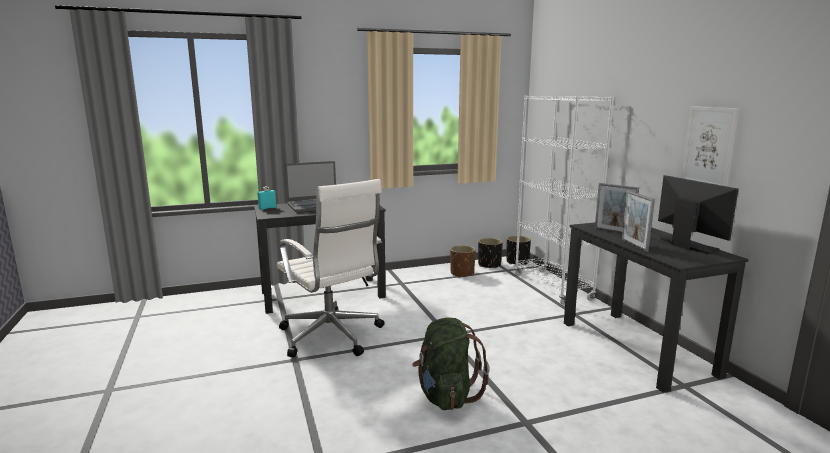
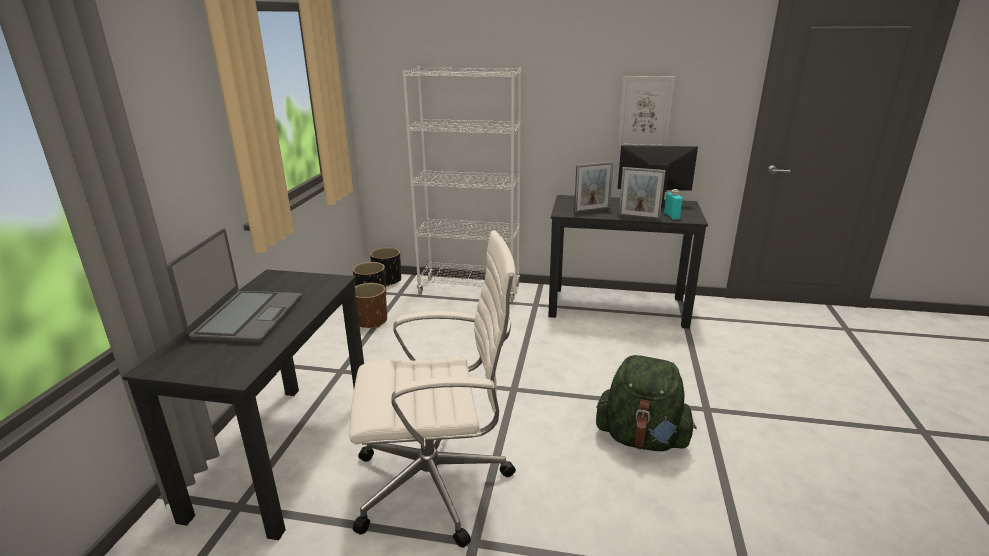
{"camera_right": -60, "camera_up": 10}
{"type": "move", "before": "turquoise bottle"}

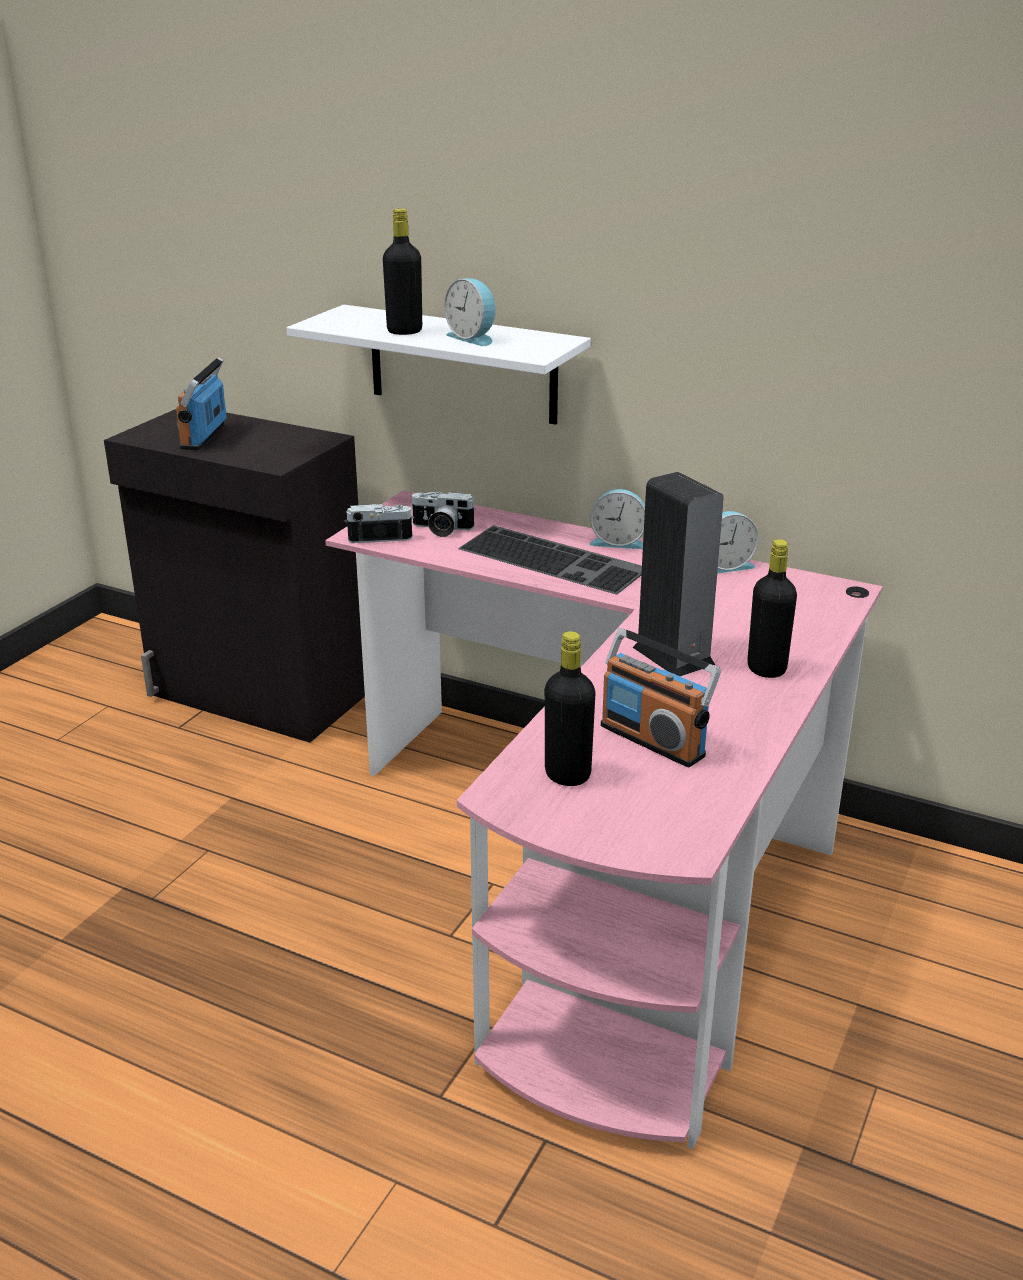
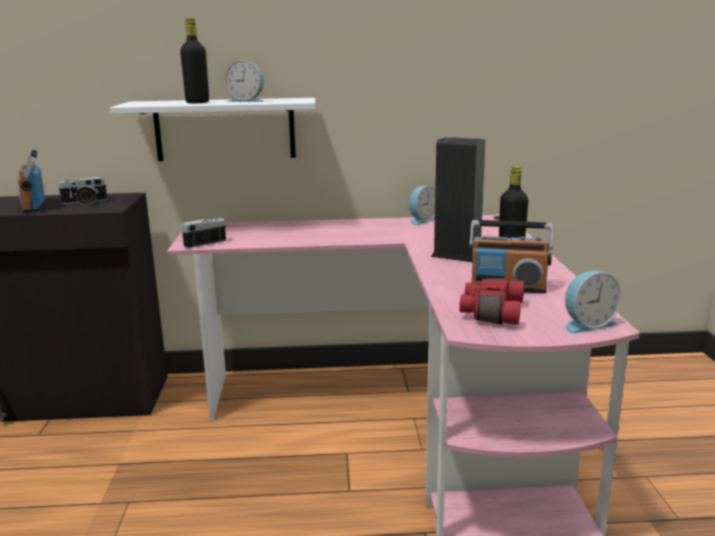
{"camera_right": -30, "camera_up": -10}
{"type": "delete", "before": "keyboard"}
{"type": "move", "before": "photo camera (2nd from left in the first image)", "after": "photo camera (1st from left)"}
{"type": "move", "before": "alarm clock (2nd from left in the first image)", "after": "alarm clock (3rd from left)"}
{"type": "replace", "before": "black bottle (2nd from left)", "after": "red binoculars"}

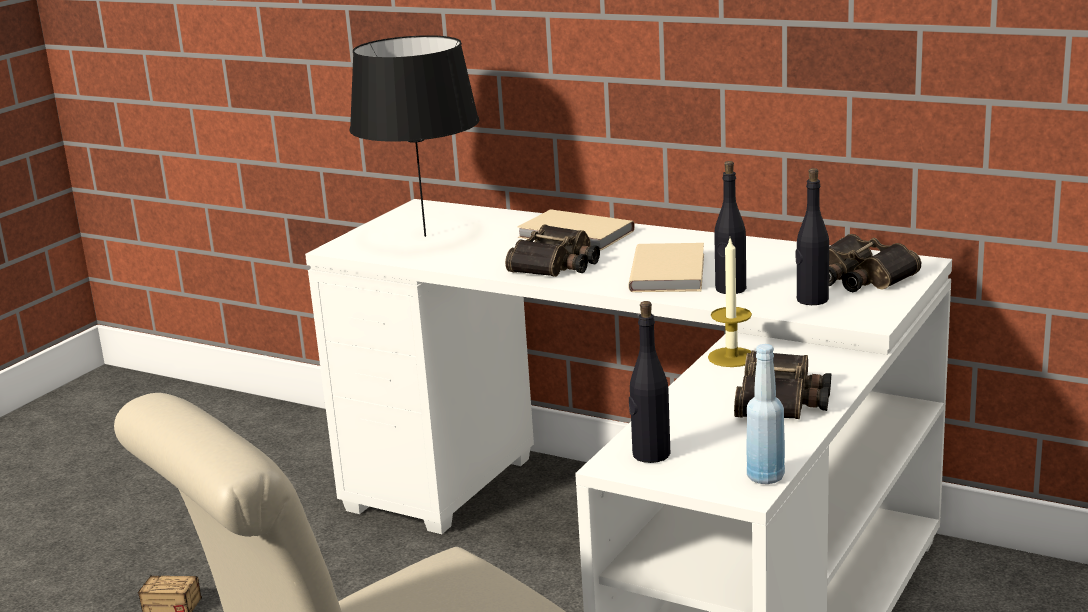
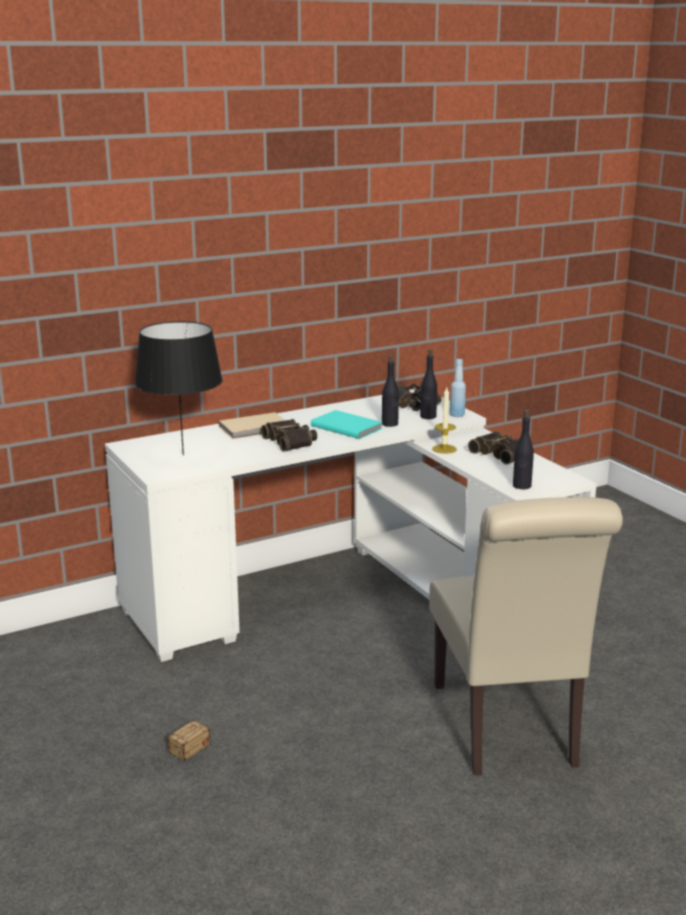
{"camera_right": -60, "camera_up": 0}
{"type": "move", "before": "blue bottle"}
{"type": "recolor", "before": "beige book (2nd from left)", "after": "turquoise book"}

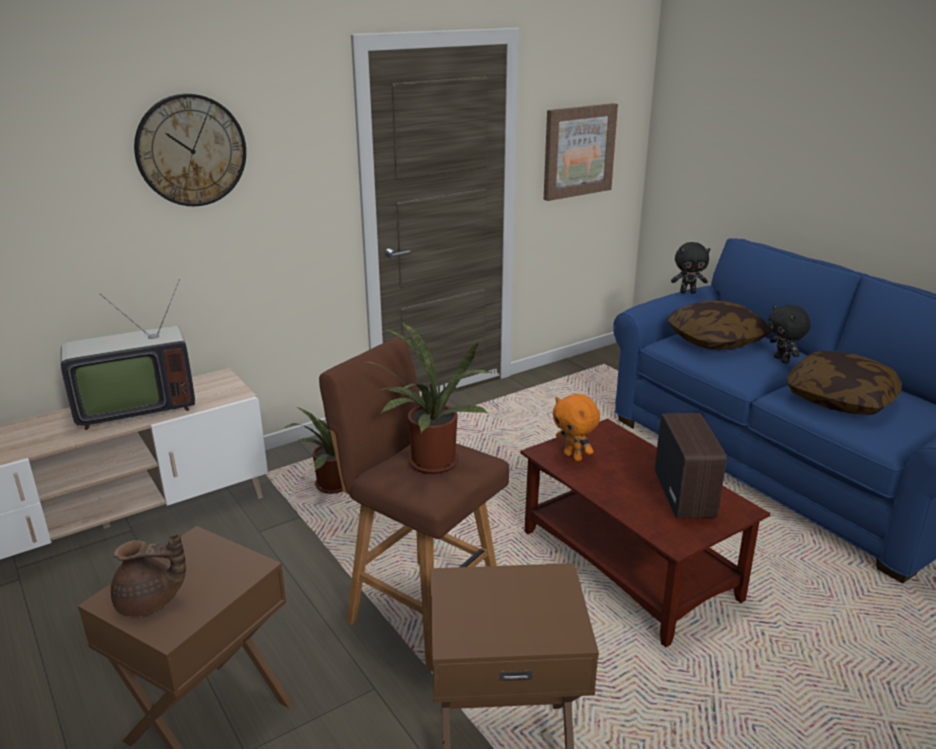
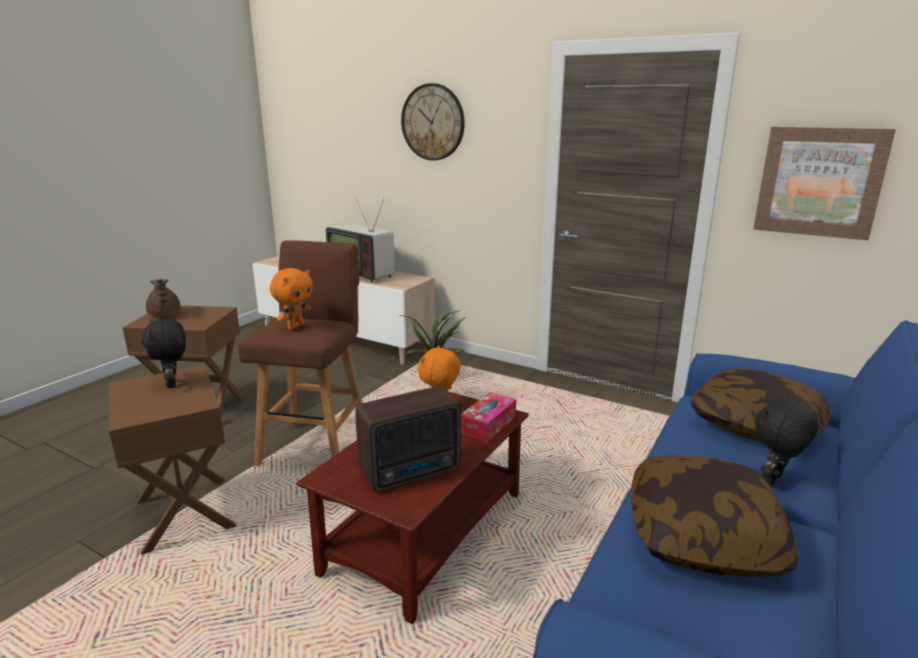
{"camera_right": 65, "camera_up": -5}
{"type": "insert", "after": "tissue box"}
{"type": "move", "before": "black plush toy (1st from left)"}
{"type": "replace", "before": "potted plant (2nd from left)", "after": "orange plush toy (1st from left)"}

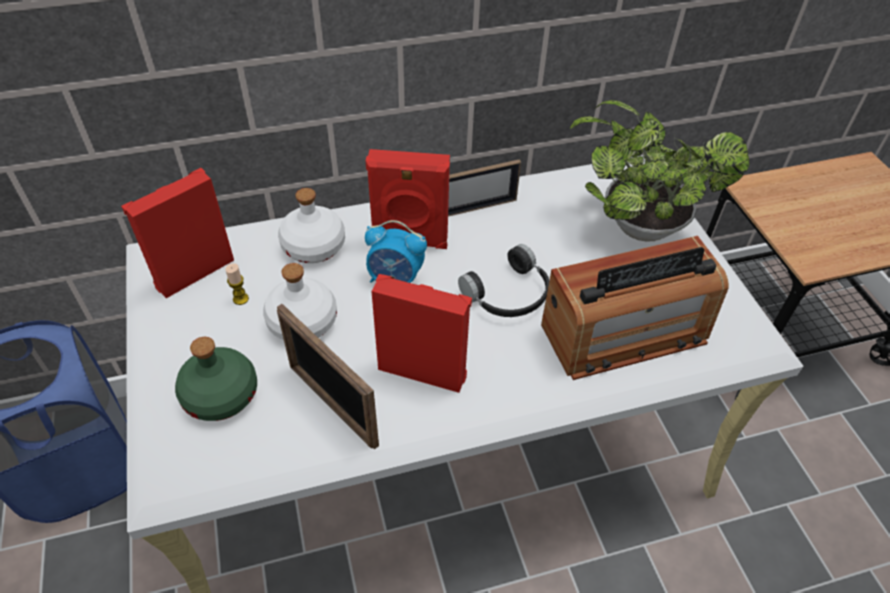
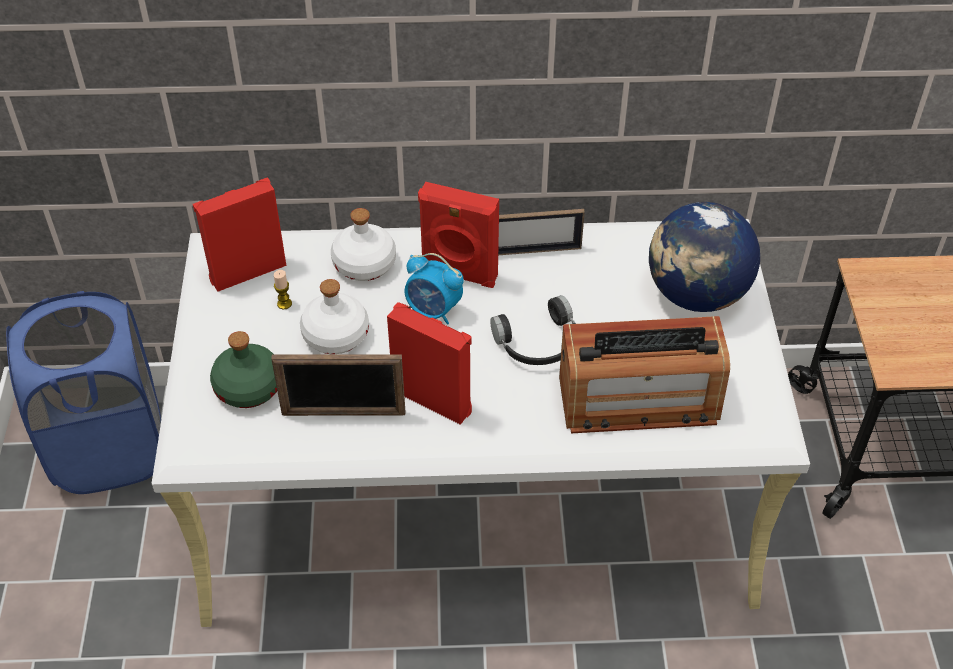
{"camera_right": 15, "camera_up": 0}
{"type": "replace", "before": "potted plant", "after": "globe"}
{"type": "rotate", "before": "picture frame (1st from left)", "turn": -60}

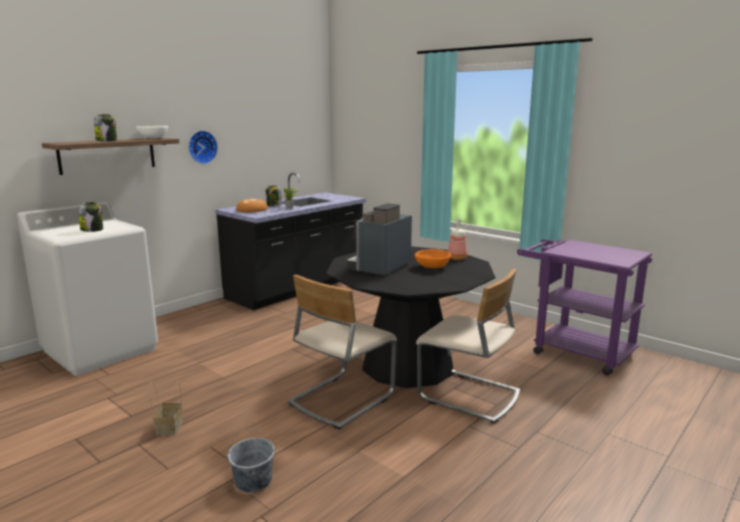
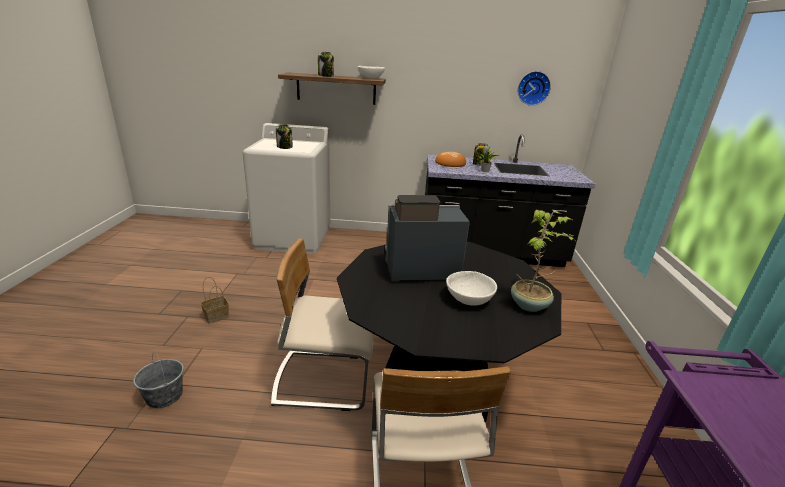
{"camera_right": 50, "camera_up": 10}
{"type": "move", "before": "wall clock"}
{"type": "replace", "before": "bottle", "after": "potted plant (2nd from left)"}
{"type": "recolor", "before": "orange bowl", "after": "white bowl (2nd from left)"}

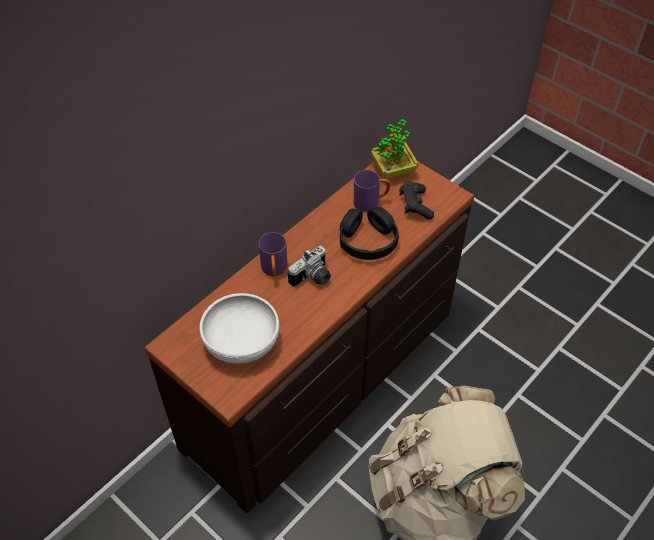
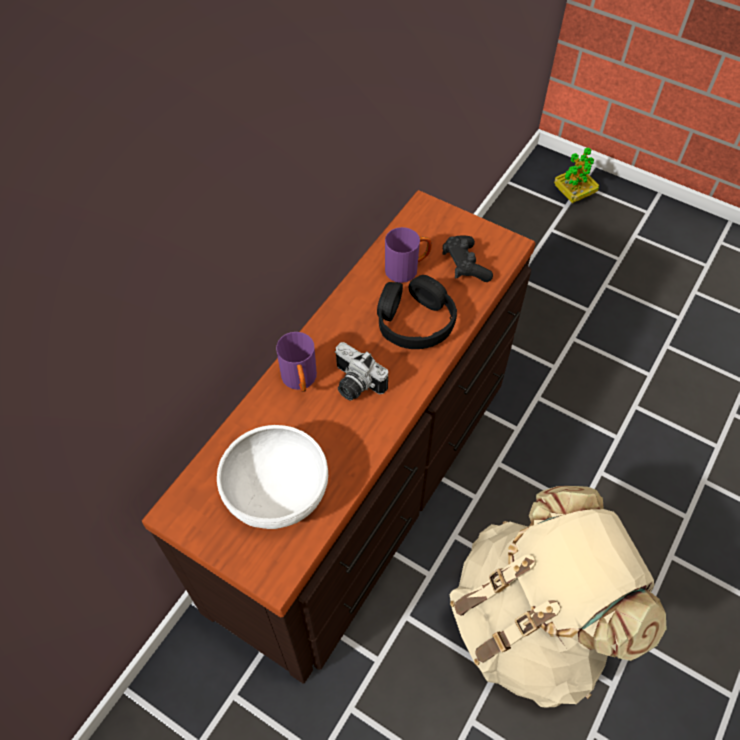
{"camera_right": -10, "camera_up": 5}
{"type": "move", "before": "potted plant"}
{"type": "rotate", "before": "photo camera", "turn": 90}

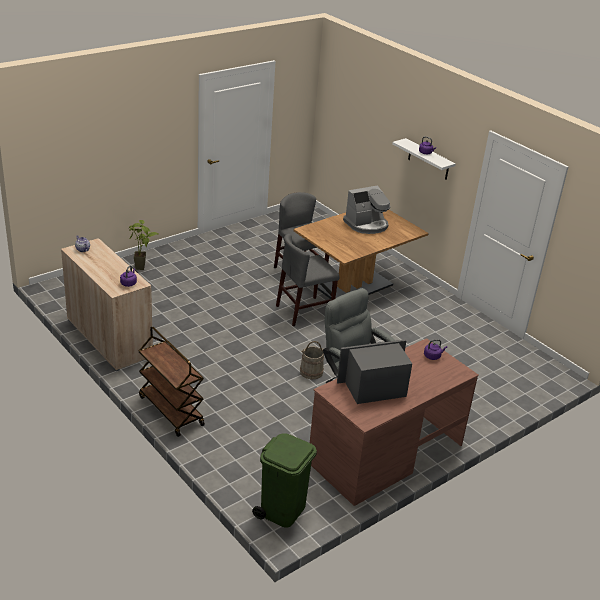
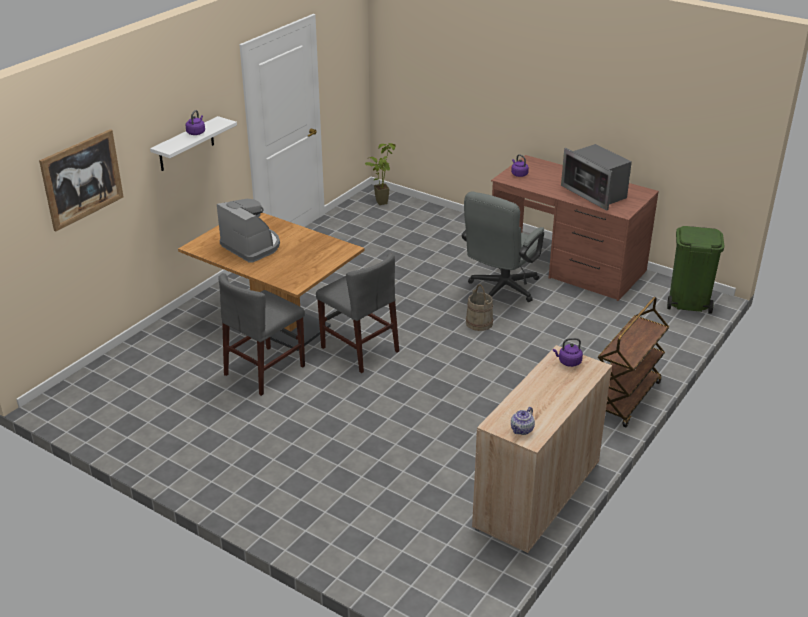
{"camera_right": -105, "camera_up": 0}
{"type": "insert", "after": "picture"}
{"type": "move", "before": "potted plant"}

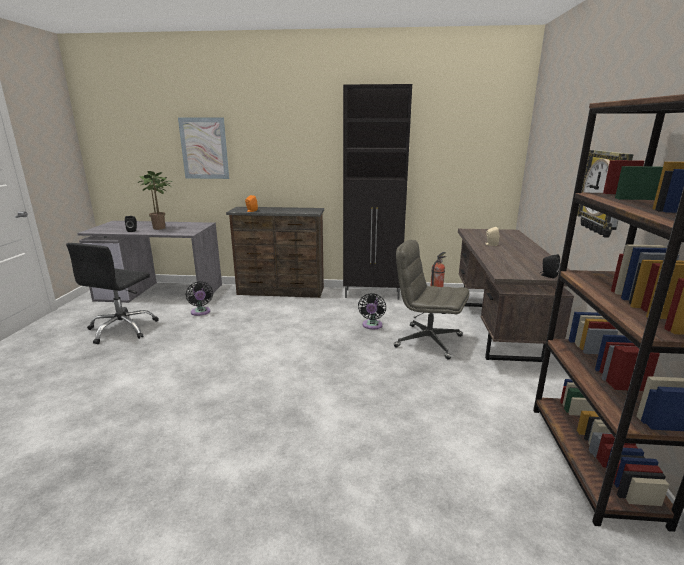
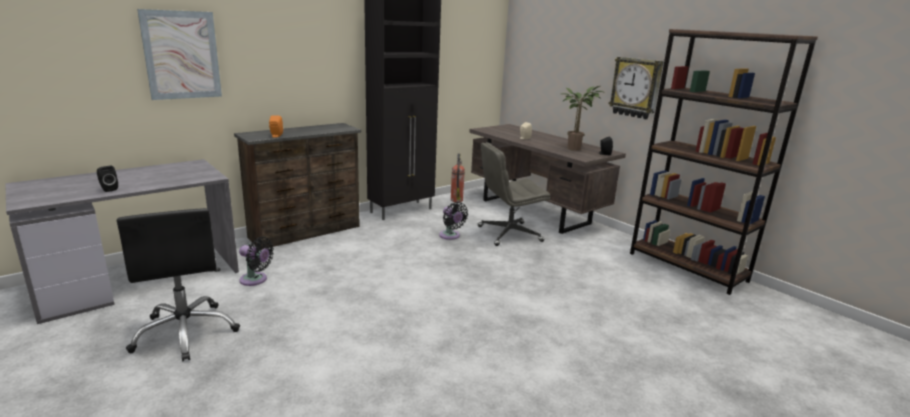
{"camera_right": -45, "camera_up": 0}
{"type": "move", "before": "potted plant"}

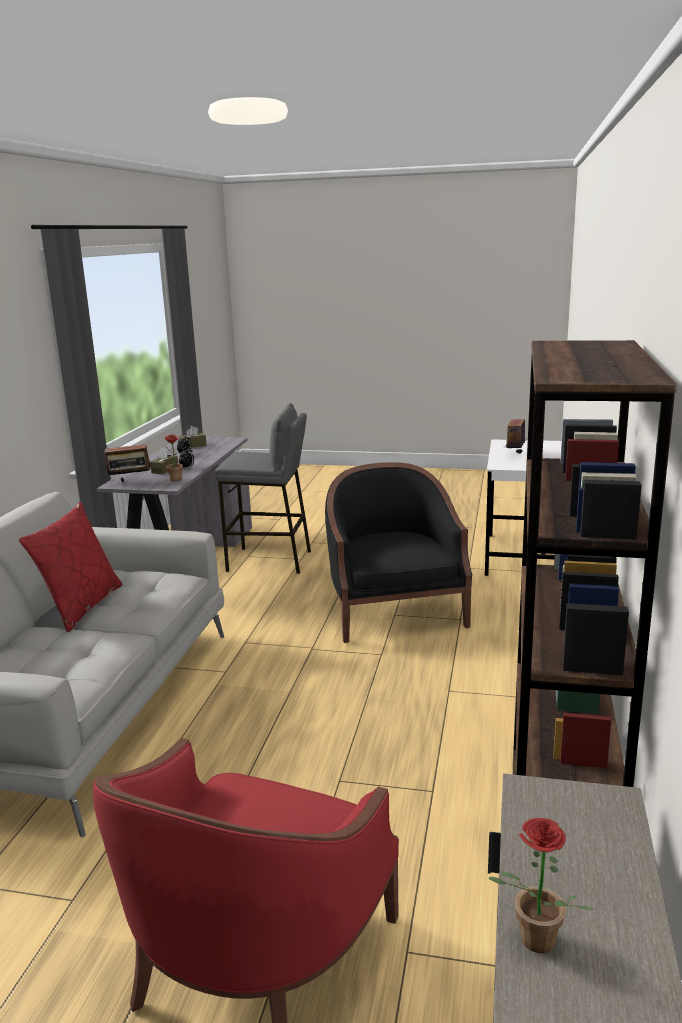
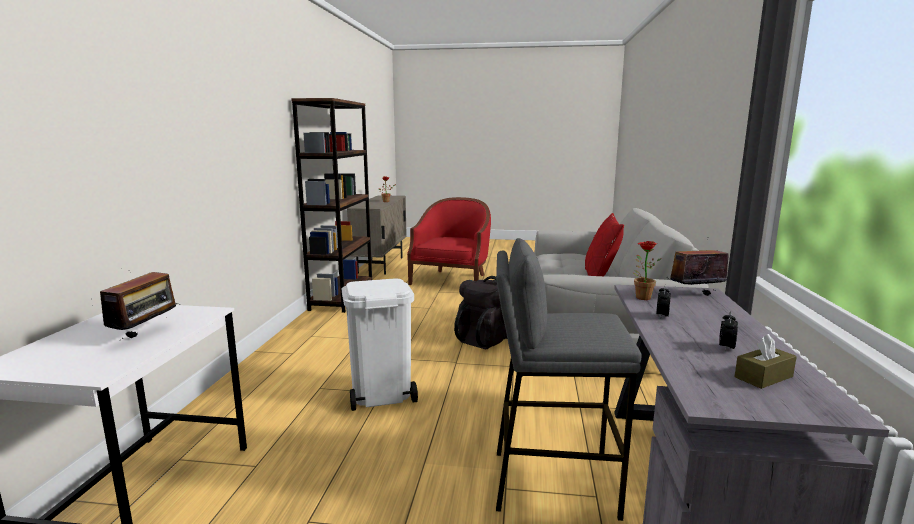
{"camera_right": 175, "camera_up": -5}
{"type": "delete", "before": "brown tissue box (1st from left)"}
{"type": "insert", "after": "black backpack"}
{"type": "replace", "before": "black armchair", "after": "white trash can"}

